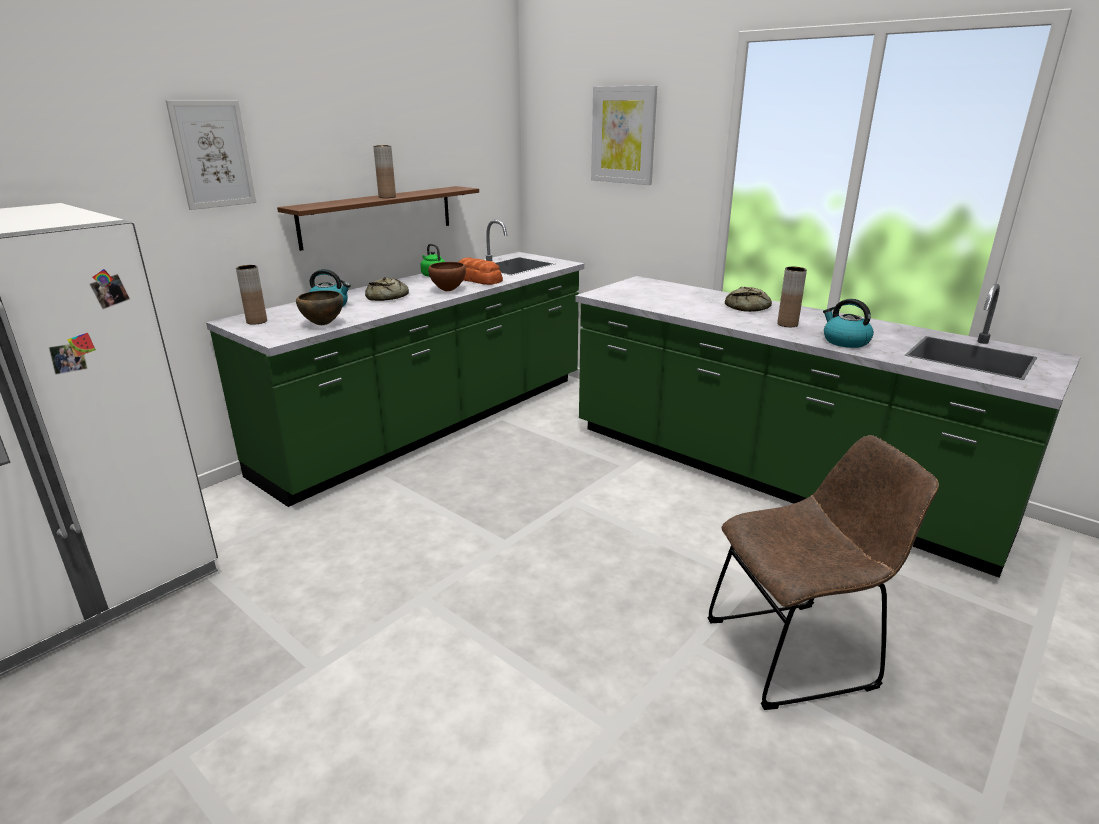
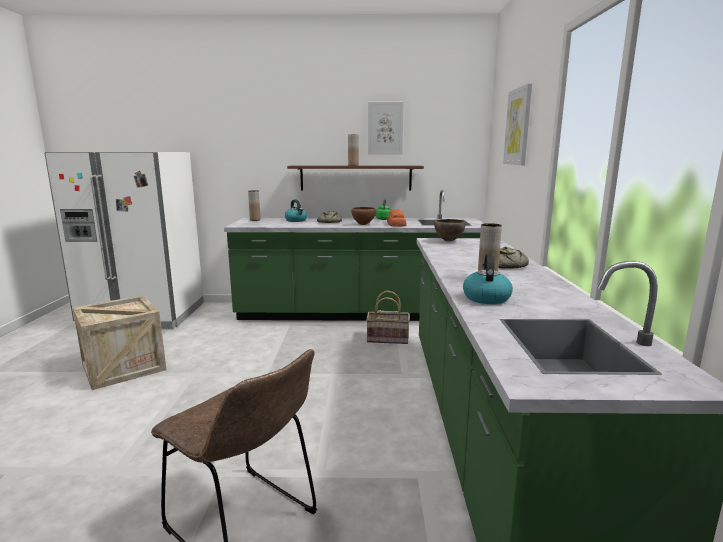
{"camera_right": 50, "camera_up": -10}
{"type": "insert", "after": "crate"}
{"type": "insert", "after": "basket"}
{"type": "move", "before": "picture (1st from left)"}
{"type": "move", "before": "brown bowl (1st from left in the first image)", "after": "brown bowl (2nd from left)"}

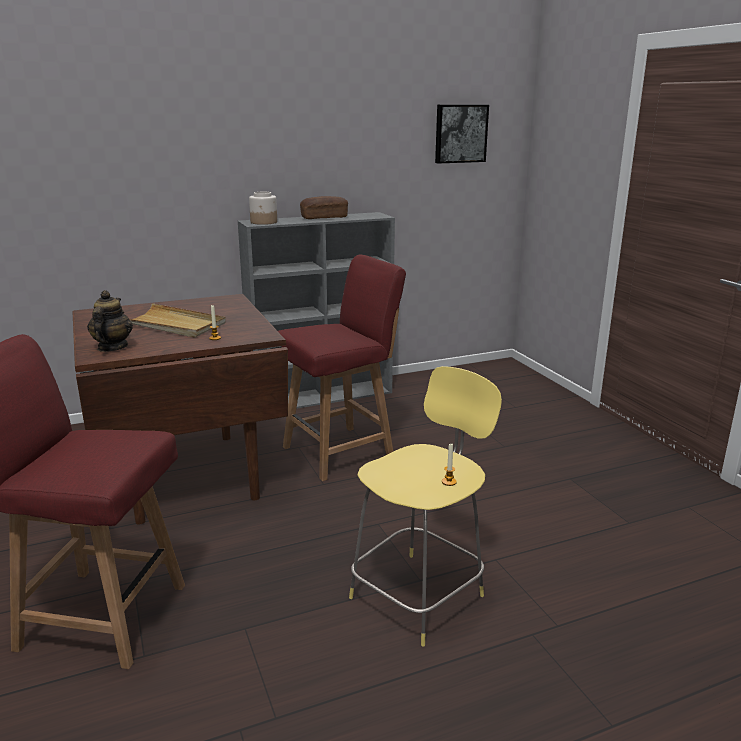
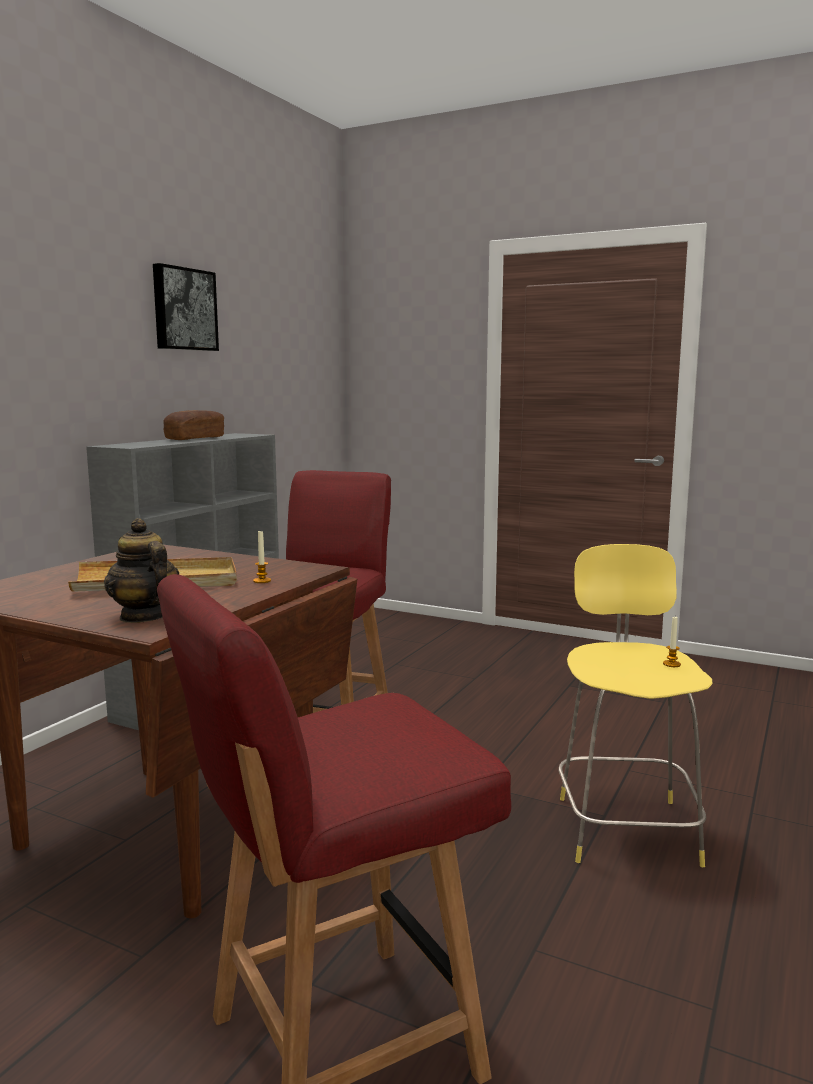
{"camera_right": -40, "camera_up": -10}
{"type": "delete", "before": "jar"}
{"type": "move", "before": "picture"}

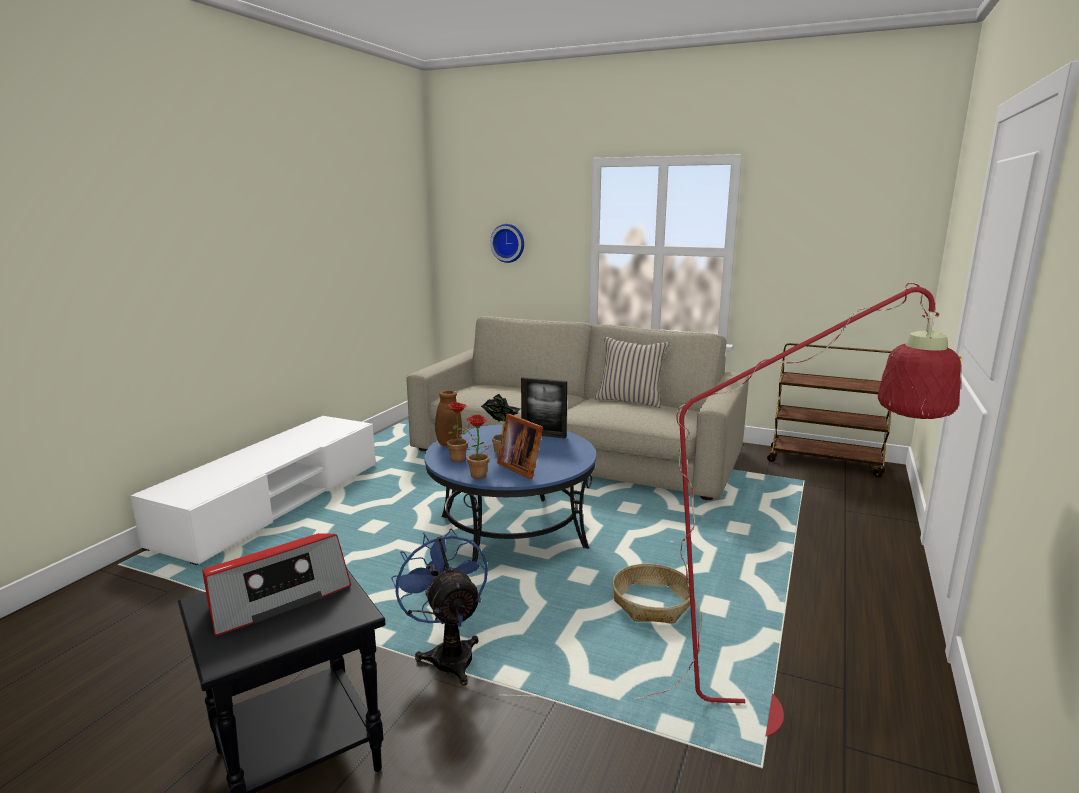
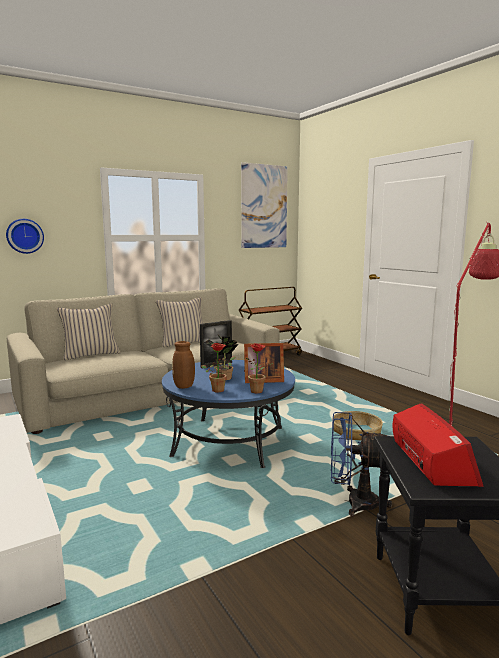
{"camera_right": -55, "camera_up": -5}
{"type": "insert", "after": "beige pillow (1st from left)"}
{"type": "insert", "after": "picture"}

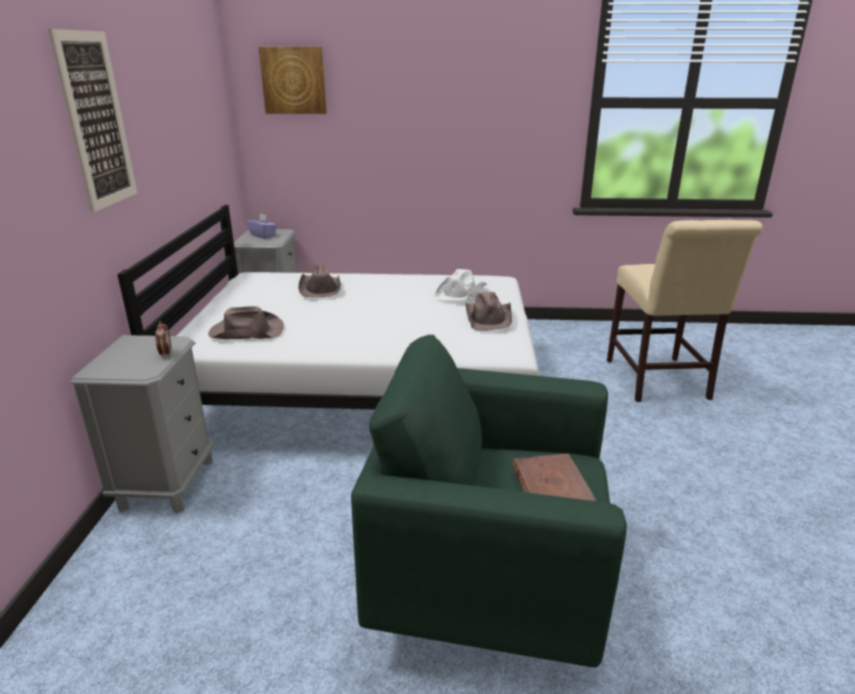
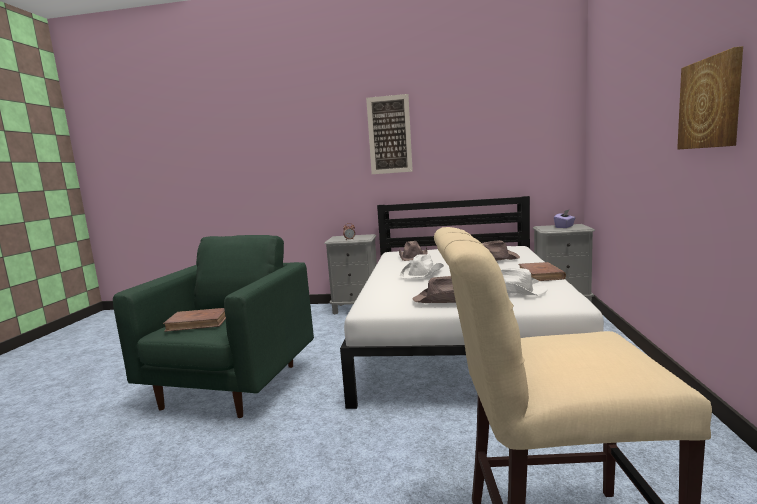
{"camera_right": 95, "camera_up": -15}
{"type": "insert", "after": "white hat (1st from left)"}
{"type": "insert", "after": "brown book (2nd from left)"}
{"type": "move", "before": "picture (2nd from left)"}

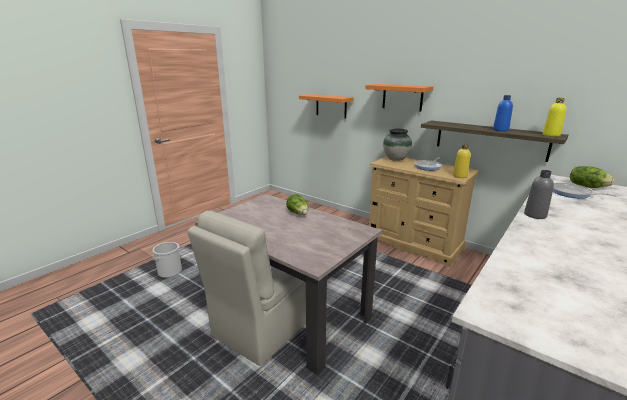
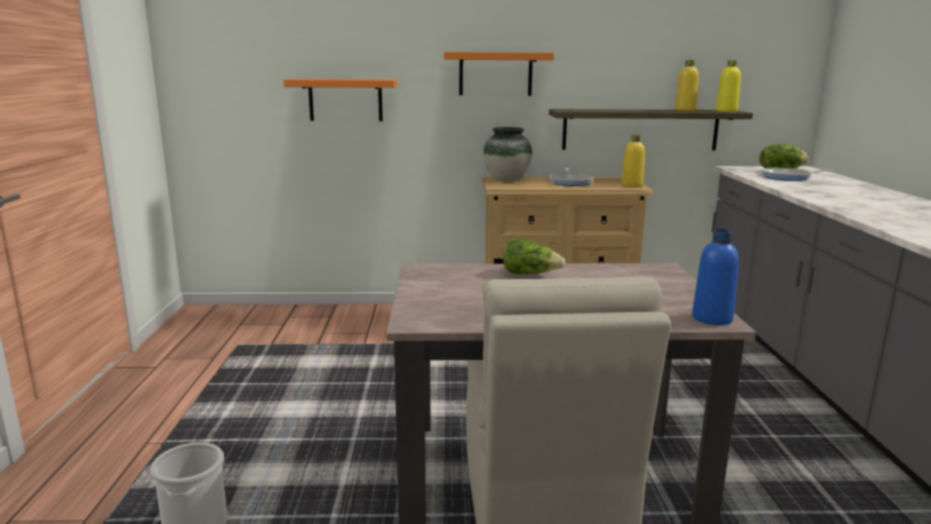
{"camera_right": -40, "camera_up": -5}
{"type": "delete", "before": "grey bottle"}
{"type": "insert", "after": "yellow bottle (2nd from left)"}
{"type": "move", "before": "blue bottle"}

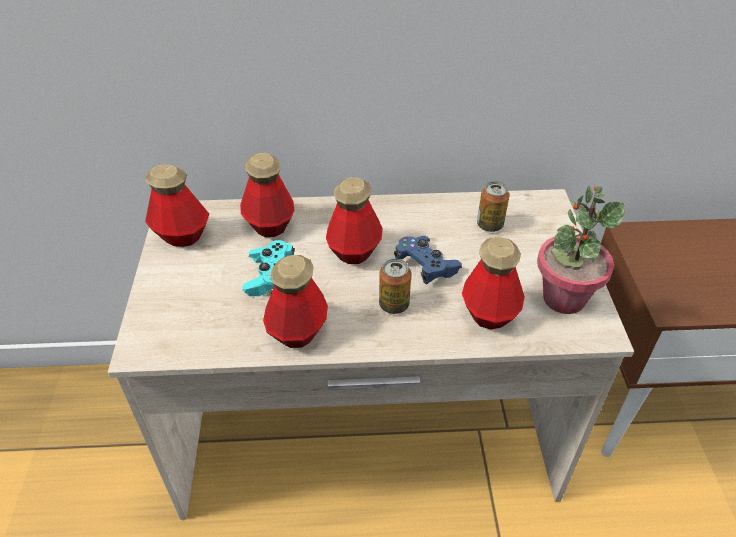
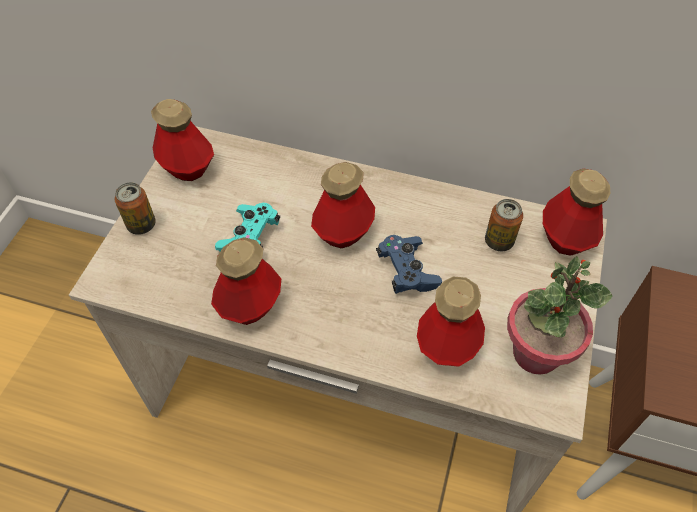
{"camera_right": 20, "camera_up": 10}
{"type": "move", "before": "bottle (2nd from left in the first image)", "after": "bottle (5th from left)"}
{"type": "move", "before": "can (1st from left)"}

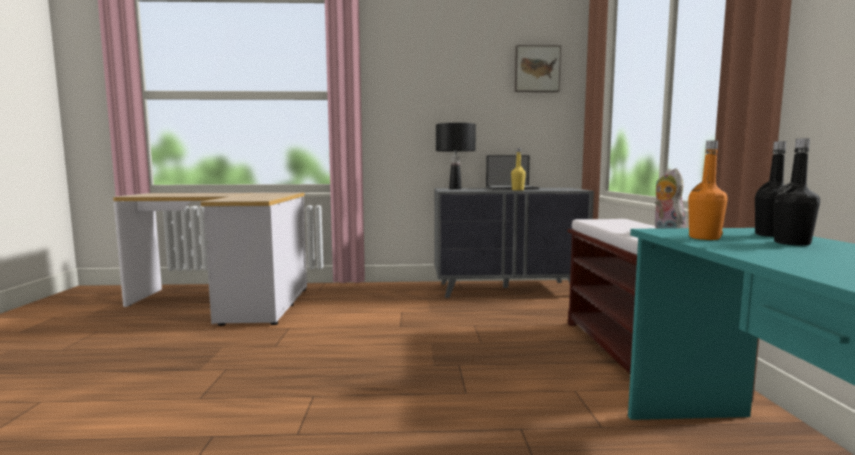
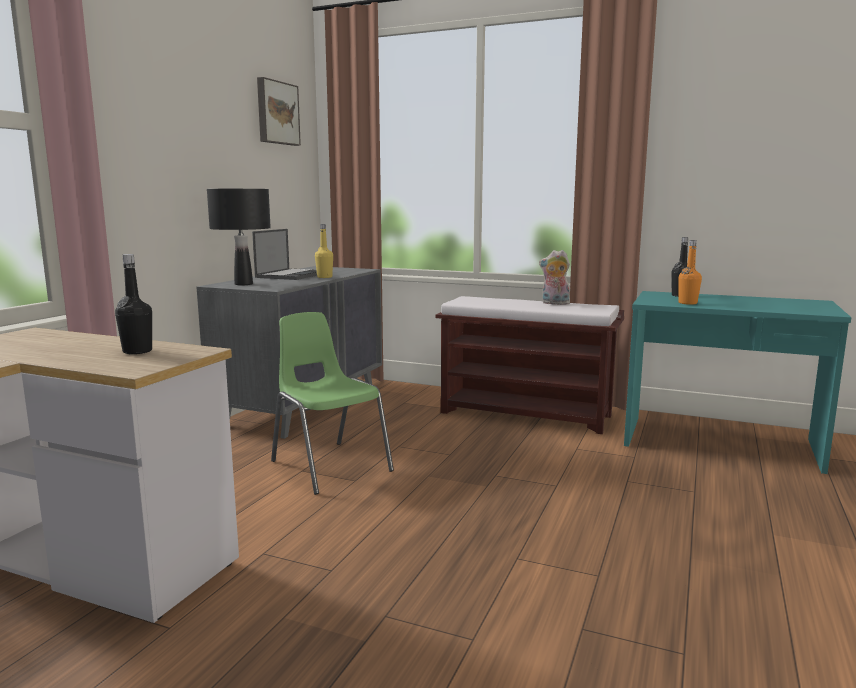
{"camera_right": -65, "camera_up": 5}
{"type": "insert", "after": "green chair"}
{"type": "move", "before": "black bottle (2nd from left in the first image)", "after": "black bottle (1st from left)"}

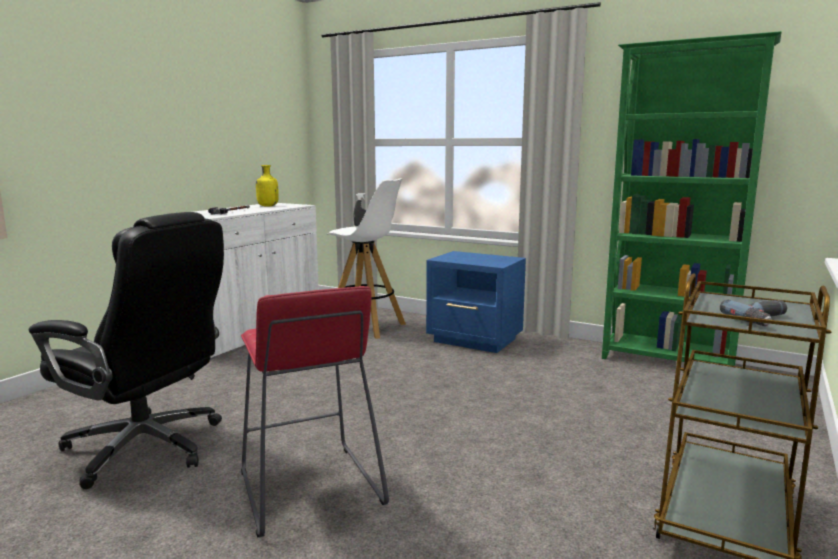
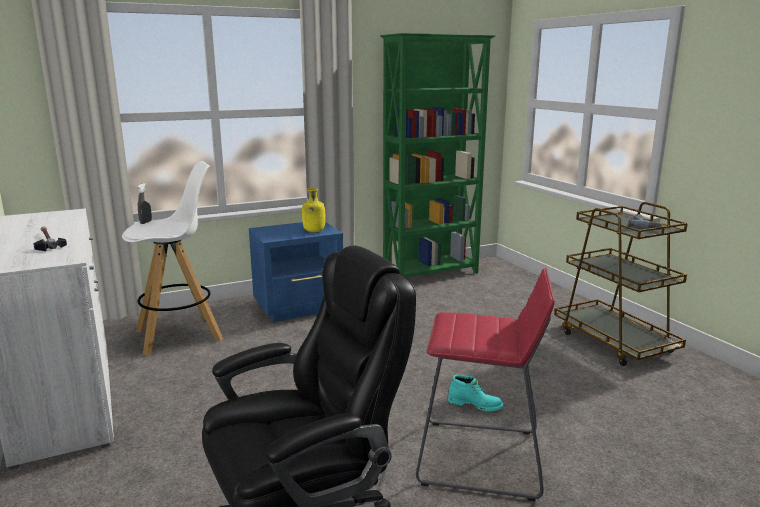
{"camera_right": -55, "camera_up": 5}
{"type": "insert", "after": "turquoise boot"}
{"type": "move", "before": "yellow bottle"}

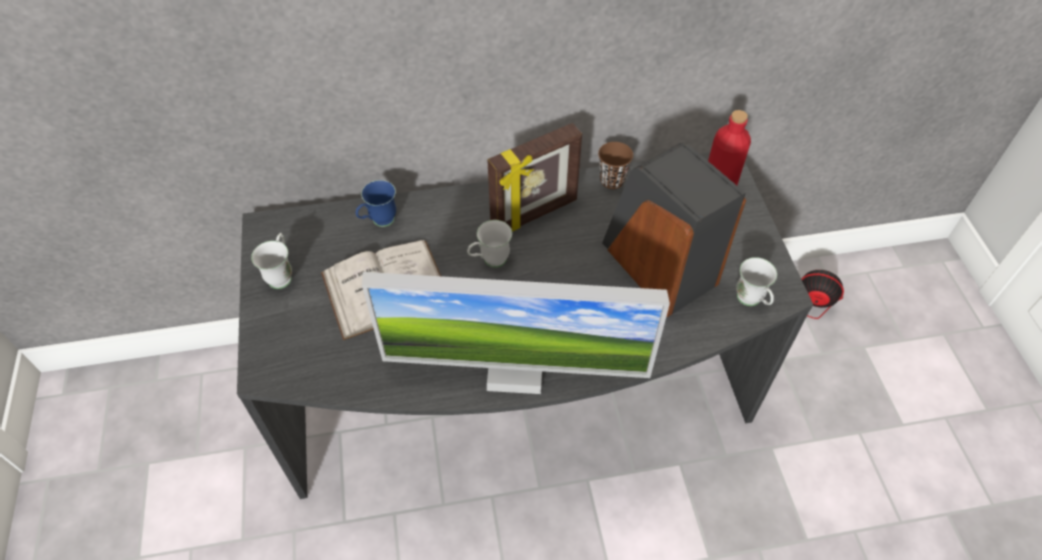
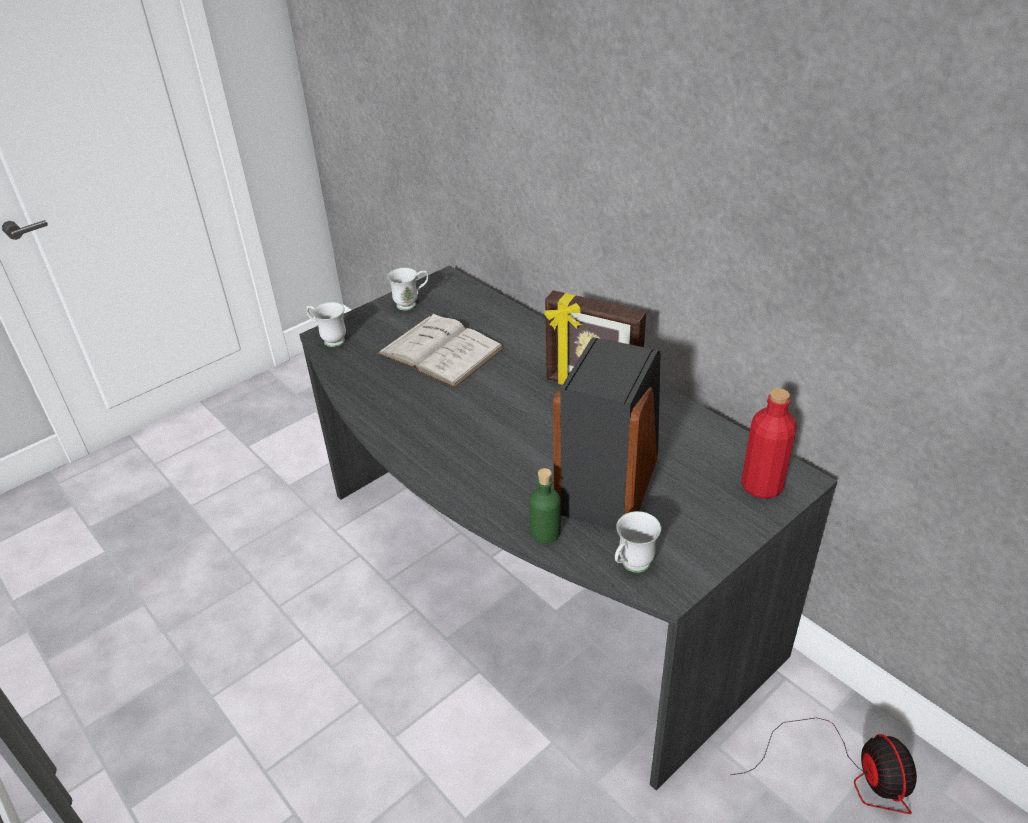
{"camera_right": 60, "camera_up": -15}
{"type": "delete", "before": "blue mug"}
{"type": "delete", "before": "monitor"}
{"type": "delete", "before": "brown cup"}
{"type": "insert", "after": "green bottle"}
{"type": "move", "before": "white mug (2nd from left in the first image)", "after": "white mug (1st from left)"}

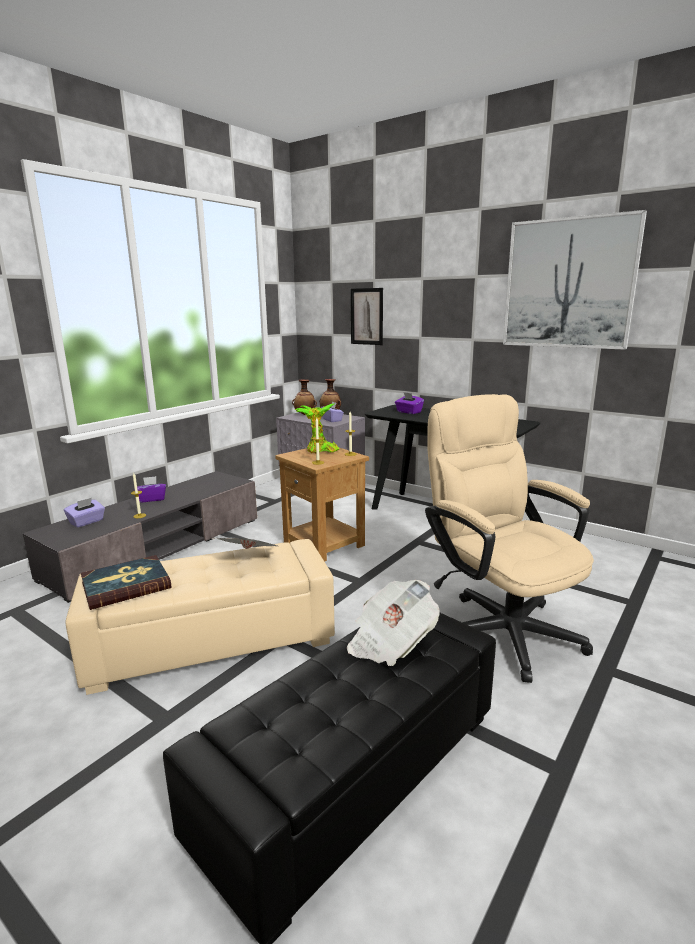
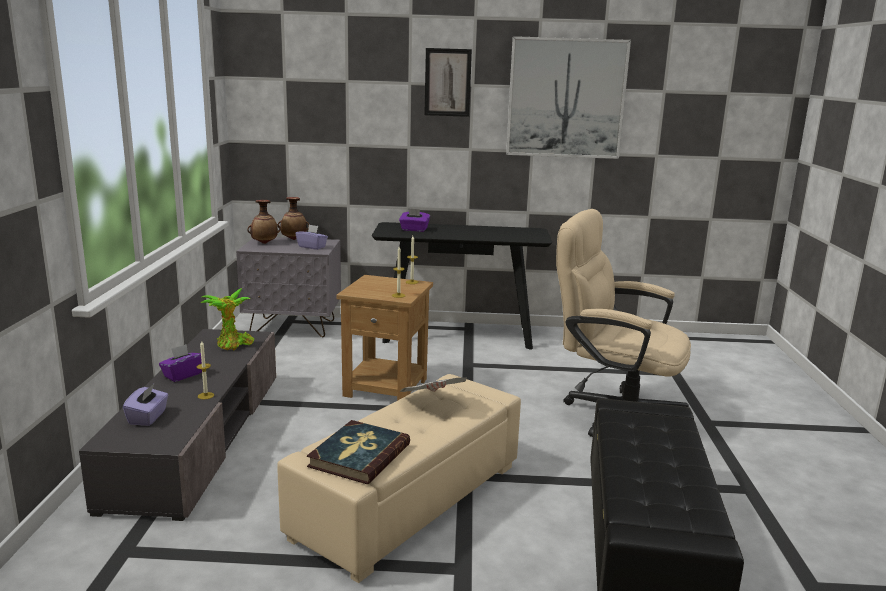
{"camera_right": -35, "camera_up": 0}
{"type": "delete", "before": "newspaper (2nd from left)"}
{"type": "move", "before": "potted plant"}
{"type": "move", "before": "picture (1st from left)"}

